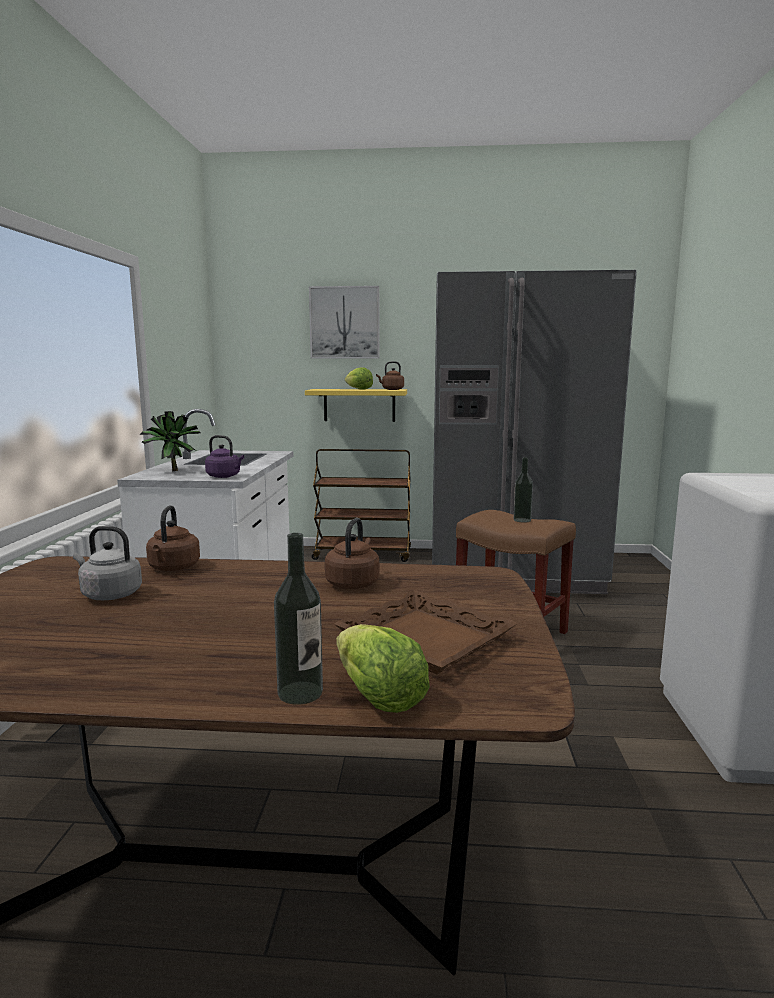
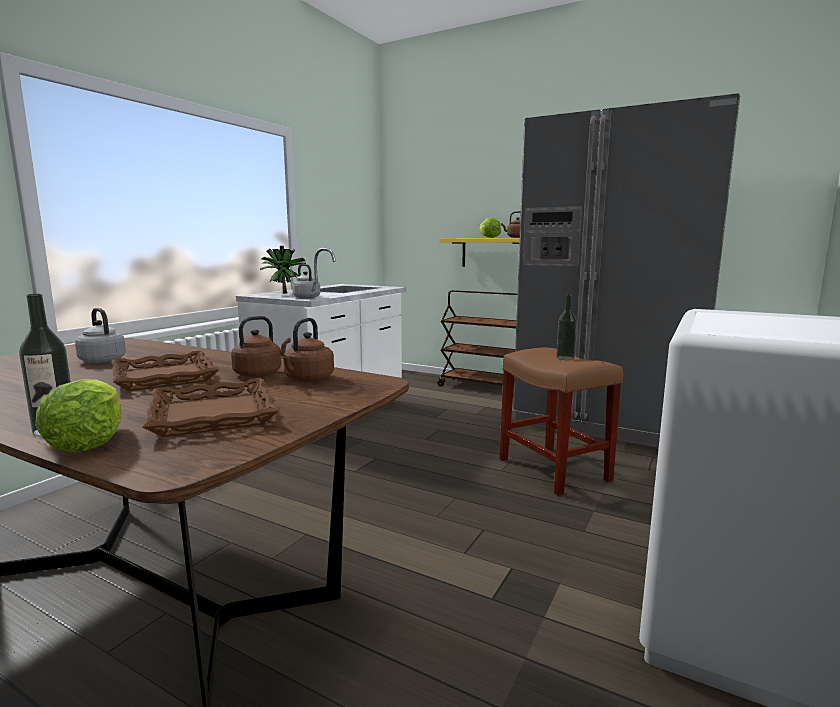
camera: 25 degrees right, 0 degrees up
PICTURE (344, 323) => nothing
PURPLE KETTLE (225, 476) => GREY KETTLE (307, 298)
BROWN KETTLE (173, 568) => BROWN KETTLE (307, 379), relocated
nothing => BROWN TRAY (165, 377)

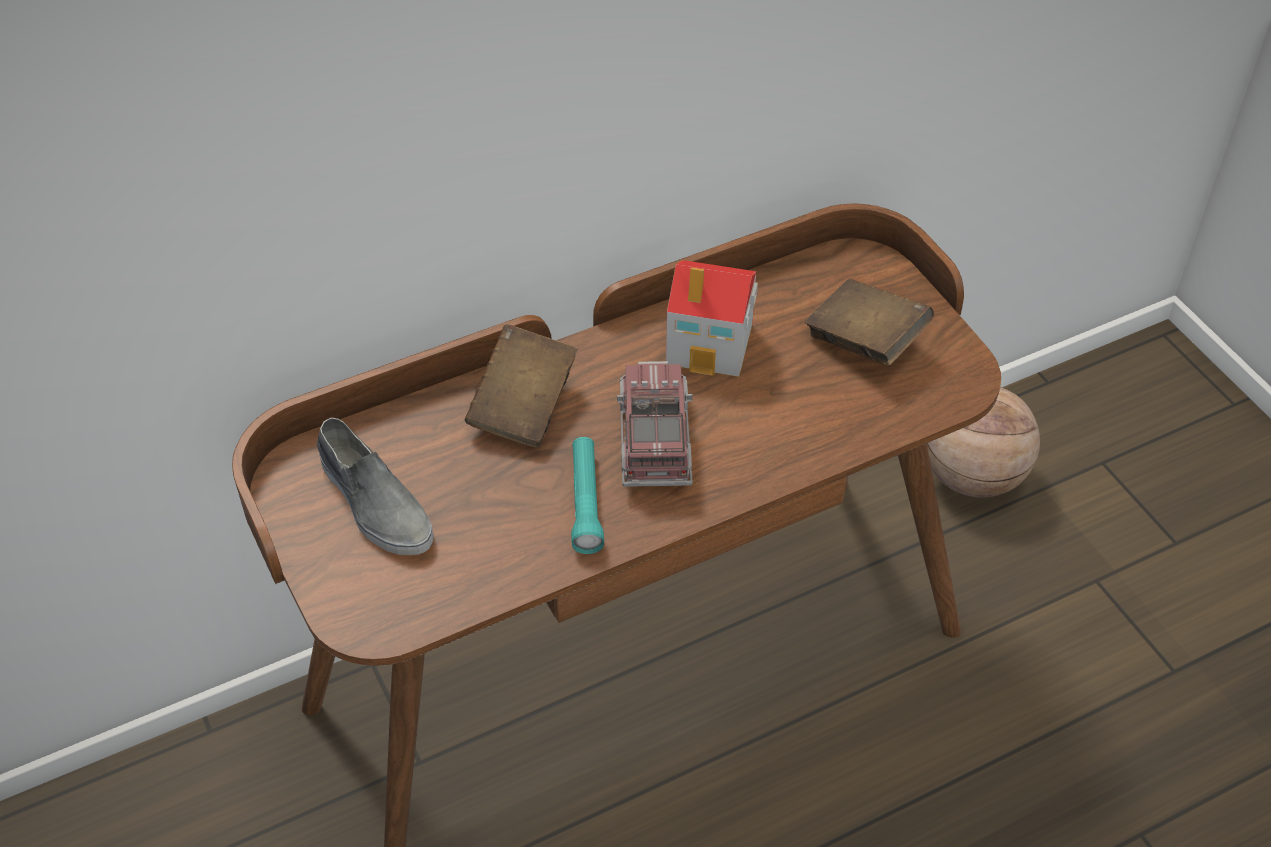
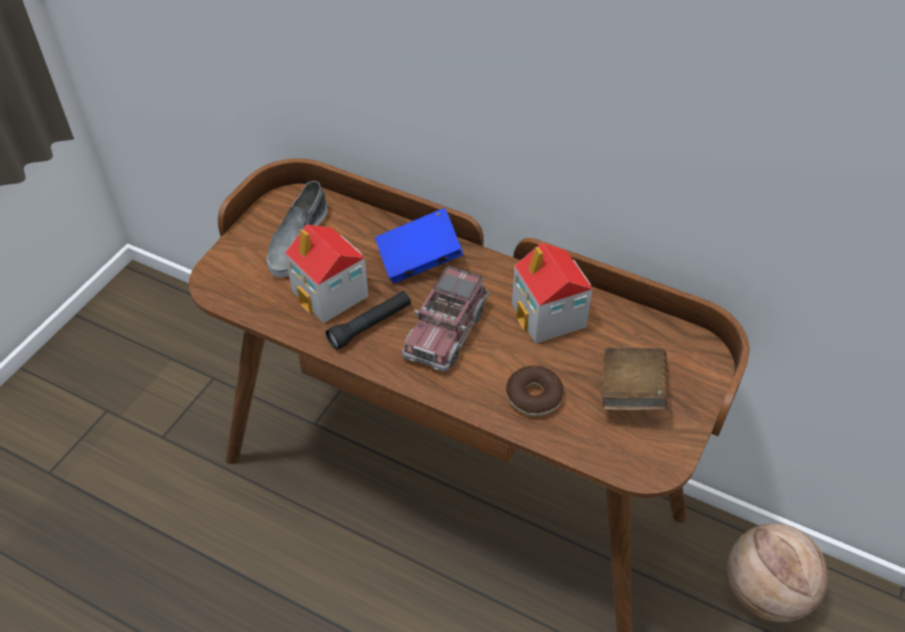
camera: 55 degrees right, 0 degrees up
BROWN BOOK (523, 406) => BLUE BOOK (419, 260)
TOY TRUCK (654, 440) => TOY TRUCK (446, 331), 150 degrees clockwise
TURQUOISE FLASHLIGHT (585, 502) => BLACK FLASHLIGHT (370, 325)
nothing => TOY HOUSE (331, 294)
nothing => DONUT (534, 396)

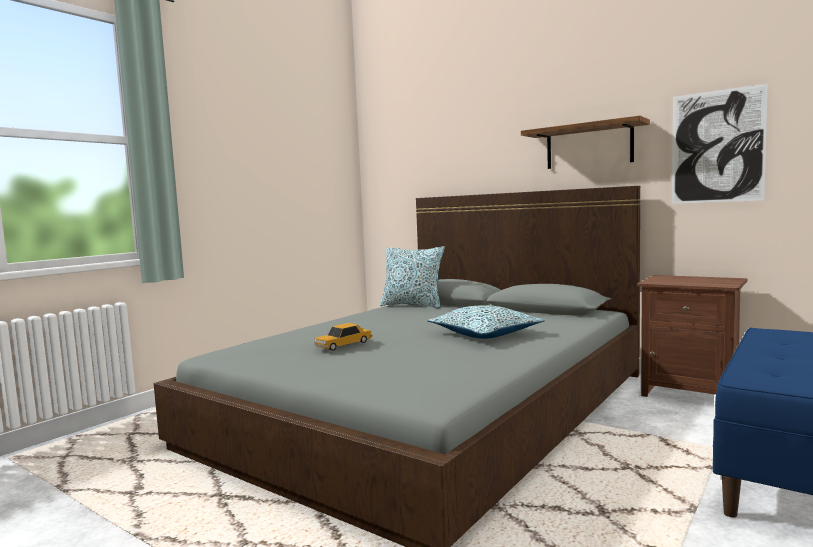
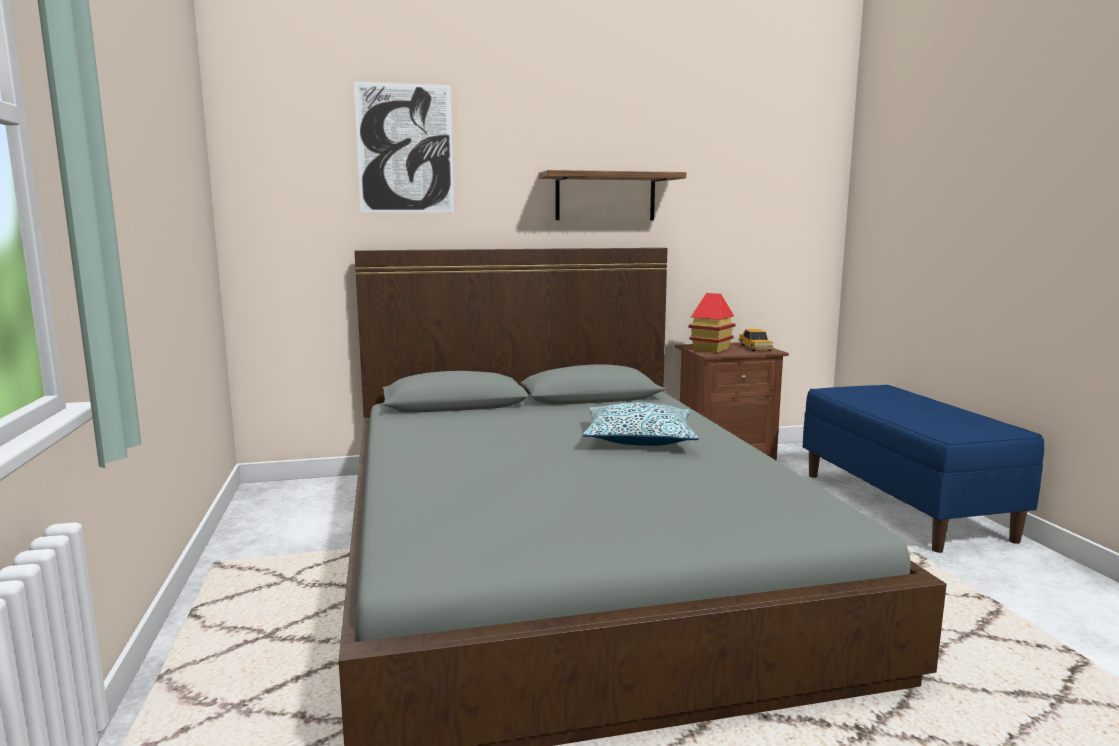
camera: 50 degrees left, 5 degrees up
PICTURE (717, 146) => PICTURE (405, 149), relocated
PILLOW (413, 305) => nothing
TOY CAR (343, 344) => TOY CAR (755, 348), relocated
nothing => TOY HOUSE (711, 349)

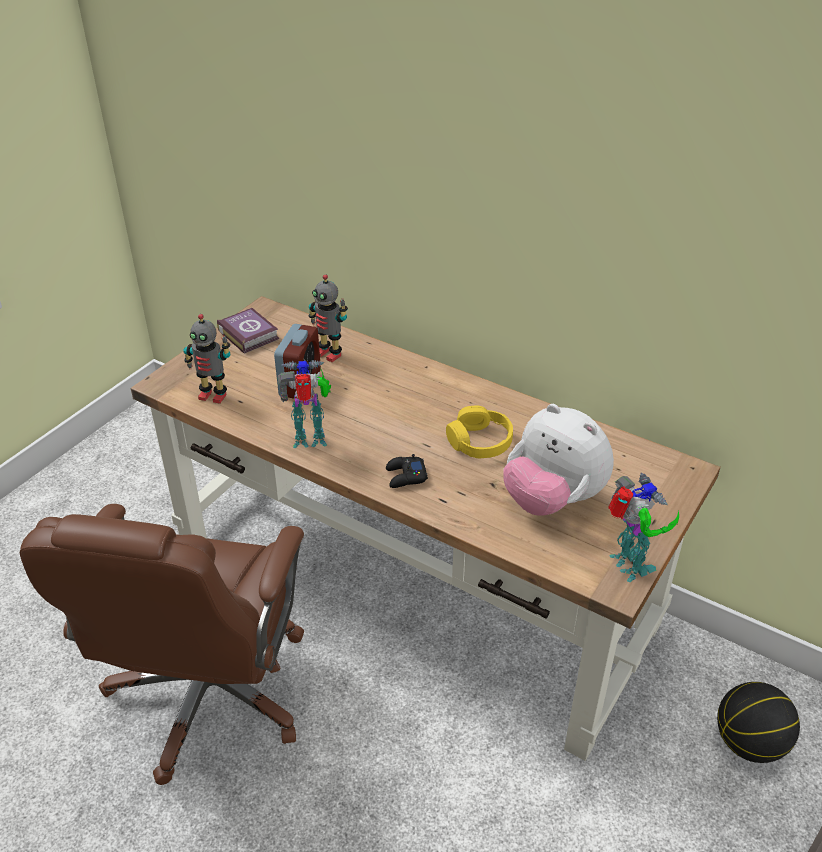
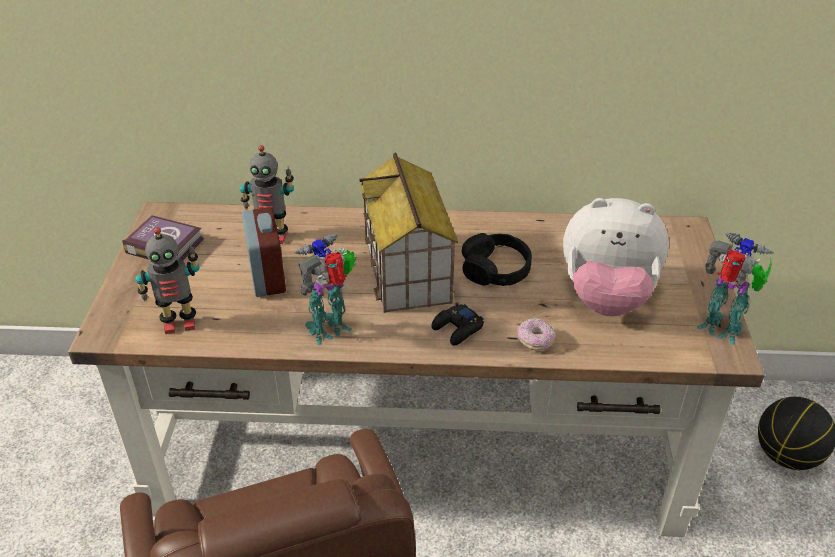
camera: 30 degrees left, 0 degrees up
YELLOW HEADPHONES (479, 442) => BLACK HEADPHONES (495, 269)
nothing => TOY HOUSE (408, 271)
nothing => DONUT (535, 341)

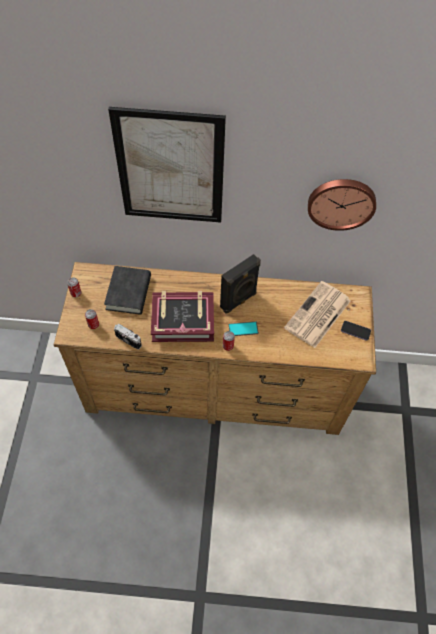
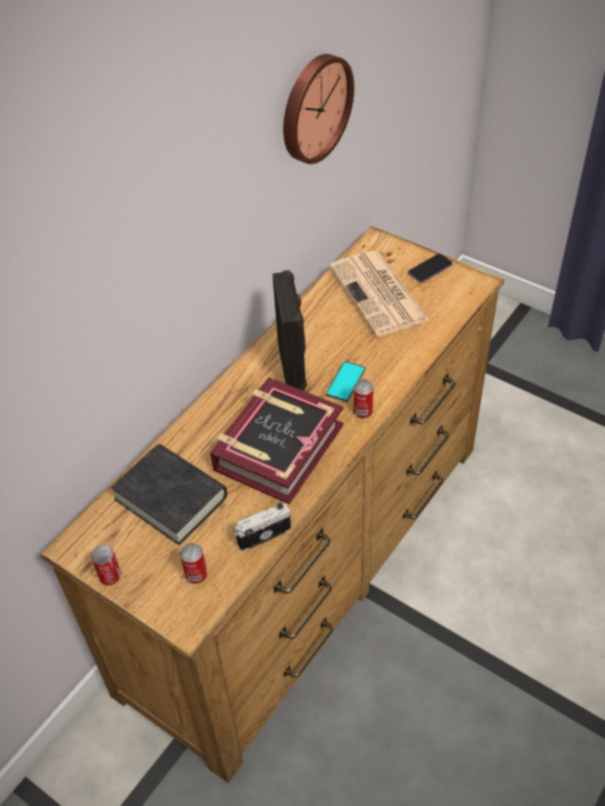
camera: 55 degrees left, 10 degrees down
PICTURE (170, 169) => nothing

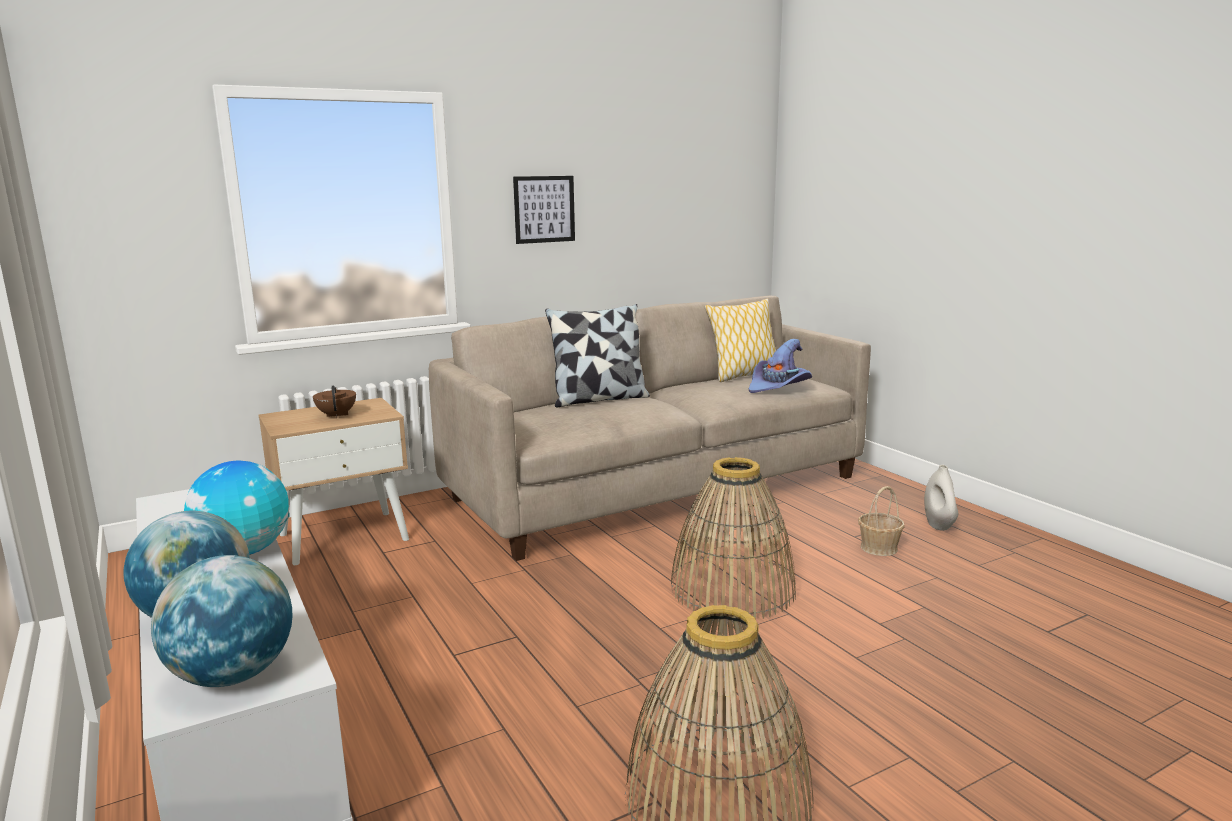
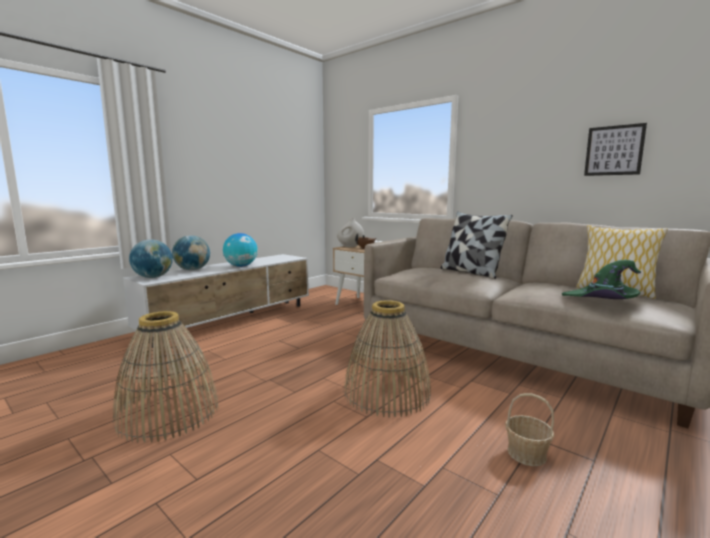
camera: 70 degrees right, 5 degrees down
PICTURE (544, 209) => PICTURE (614, 150), relocated
PURPLE HAT (779, 387) => GREEN HAT (602, 300)
WHITE VASE (939, 525) => WHITE VASE (350, 246), relocated

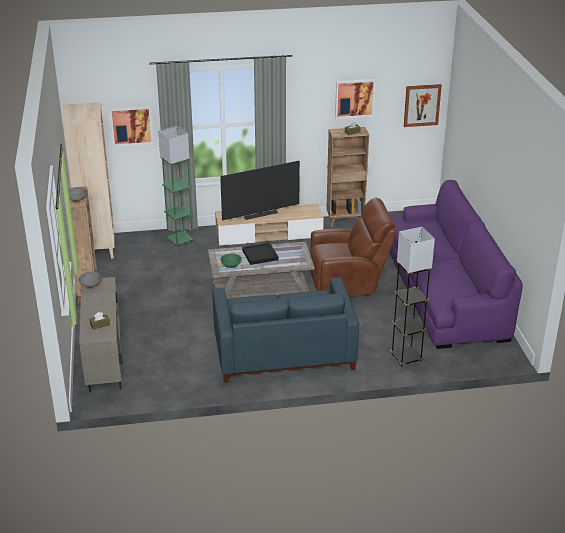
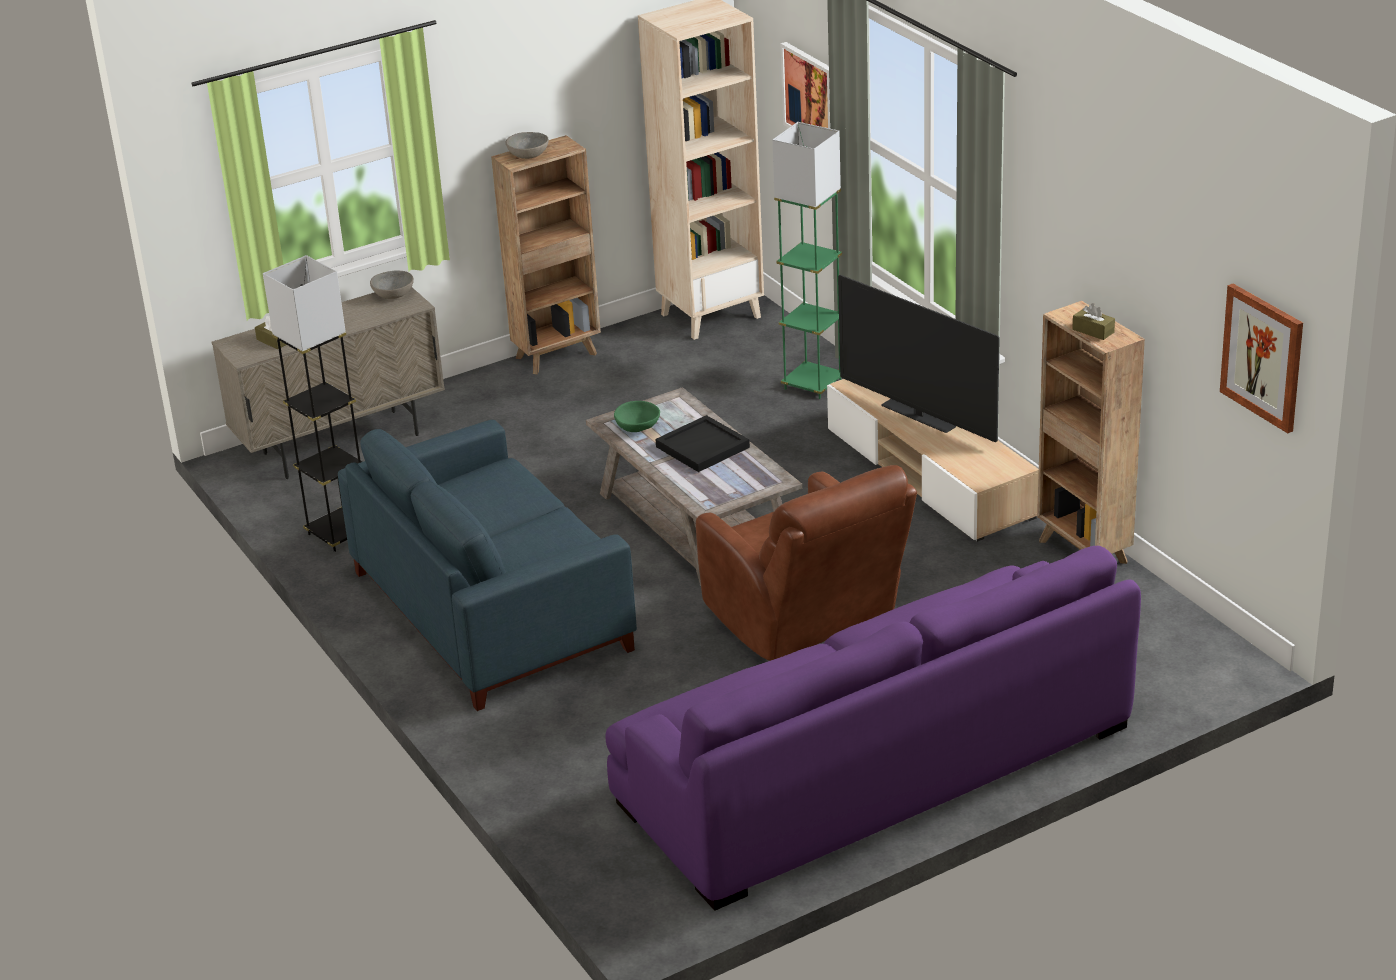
camera: 70 degrees right, 0 degrees up
PICTURE (354, 98) => nothing
GREY FLOOR LAMP (406, 358) => GREY FLOOR LAMP (339, 534), relocated

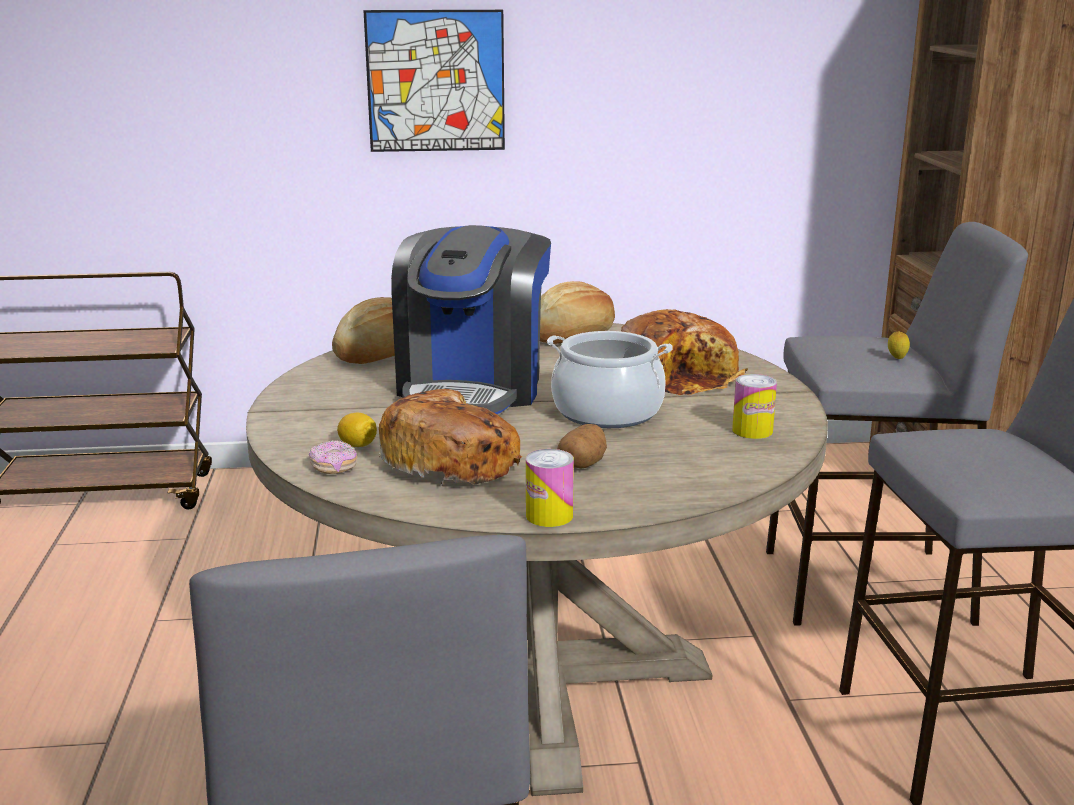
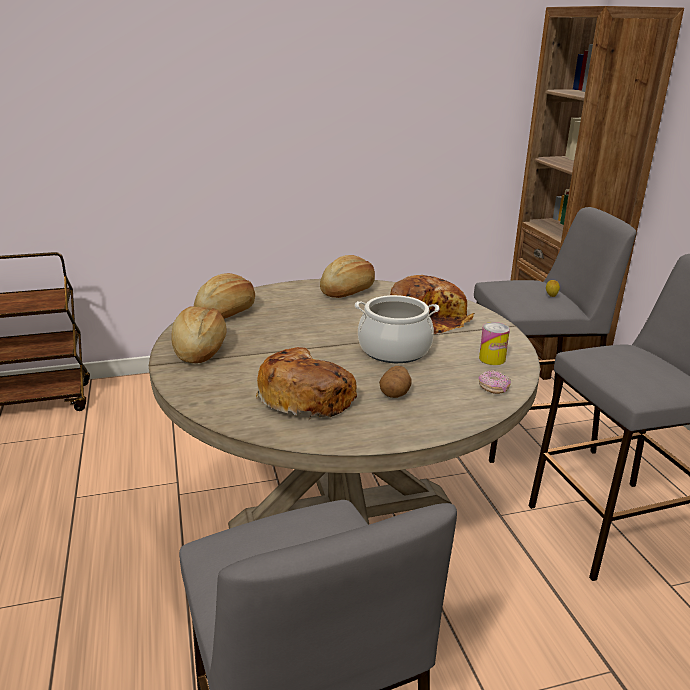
camera: 10 degrees left, 5 degrees up
PICTURE (435, 81) => nothing
COFFEE MACHINE (472, 387) => nothing
LEMON (358, 445) => nothing
DONUT (334, 468) => DONUT (493, 388), relocated
CAN (549, 516) => nothing
nothing => BREAD (199, 349)

